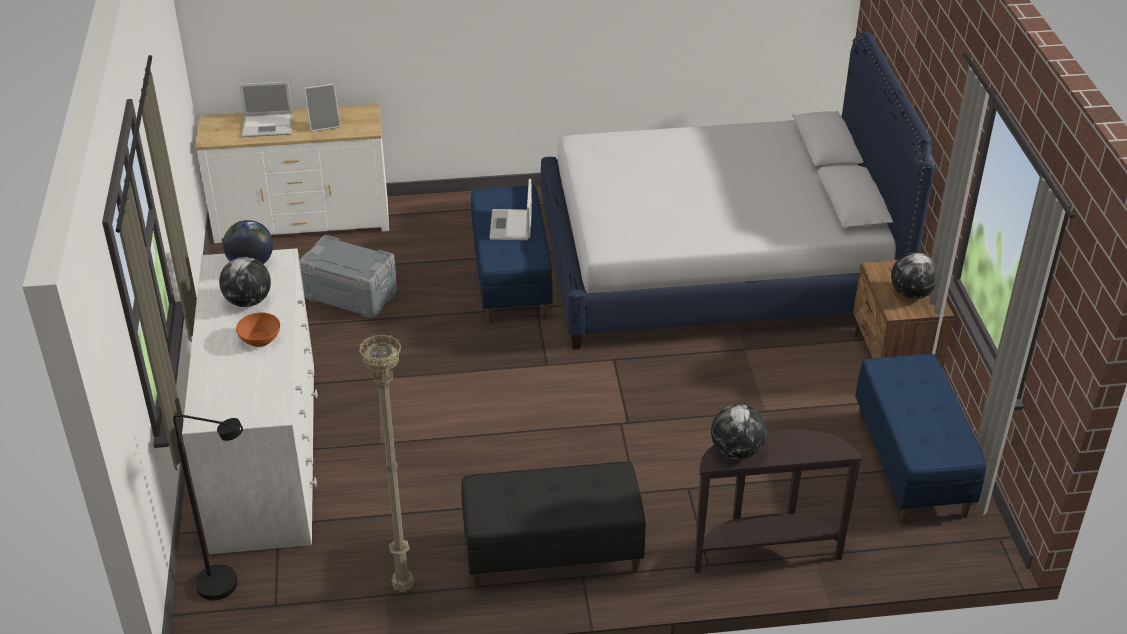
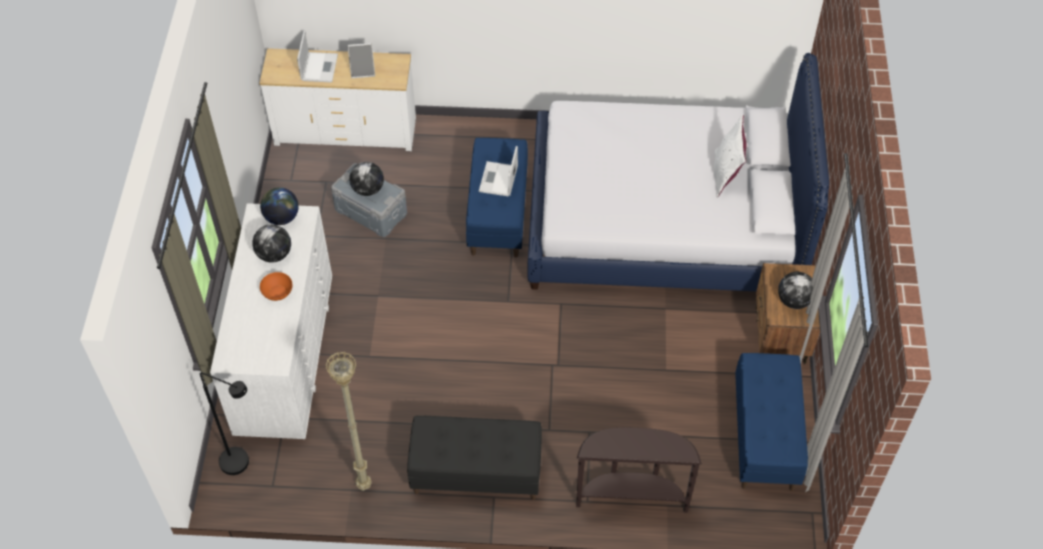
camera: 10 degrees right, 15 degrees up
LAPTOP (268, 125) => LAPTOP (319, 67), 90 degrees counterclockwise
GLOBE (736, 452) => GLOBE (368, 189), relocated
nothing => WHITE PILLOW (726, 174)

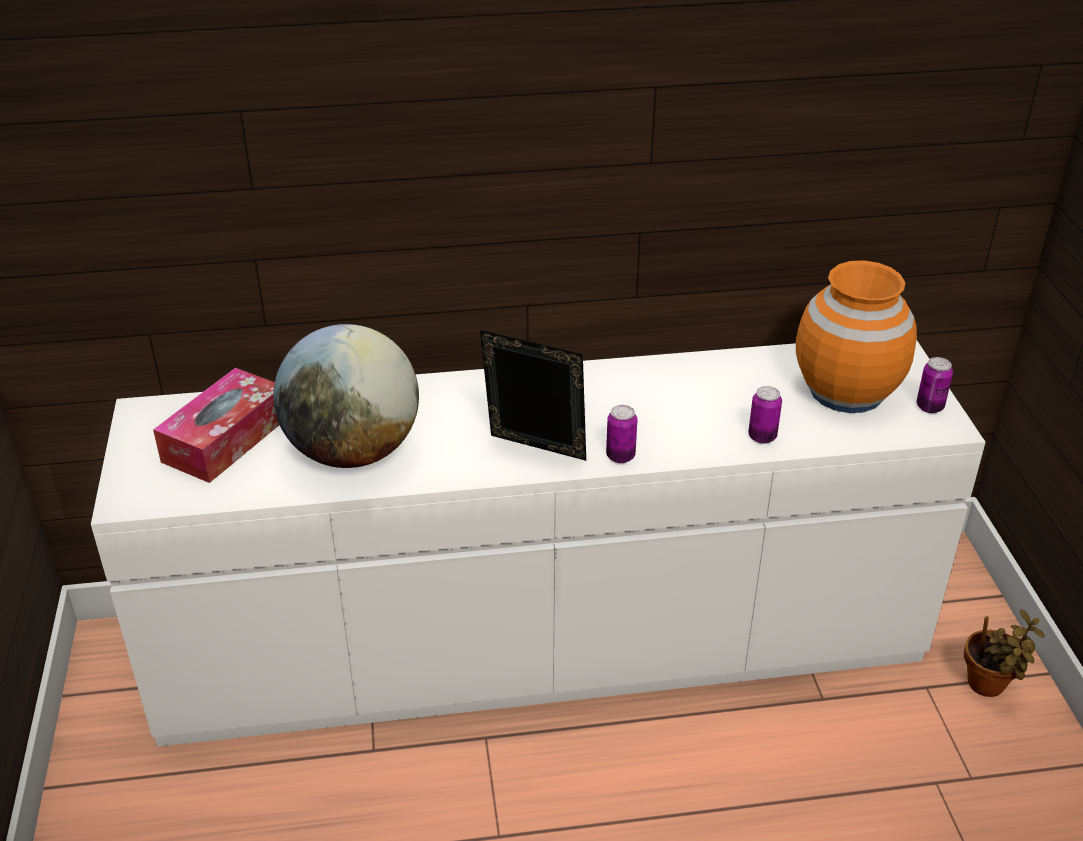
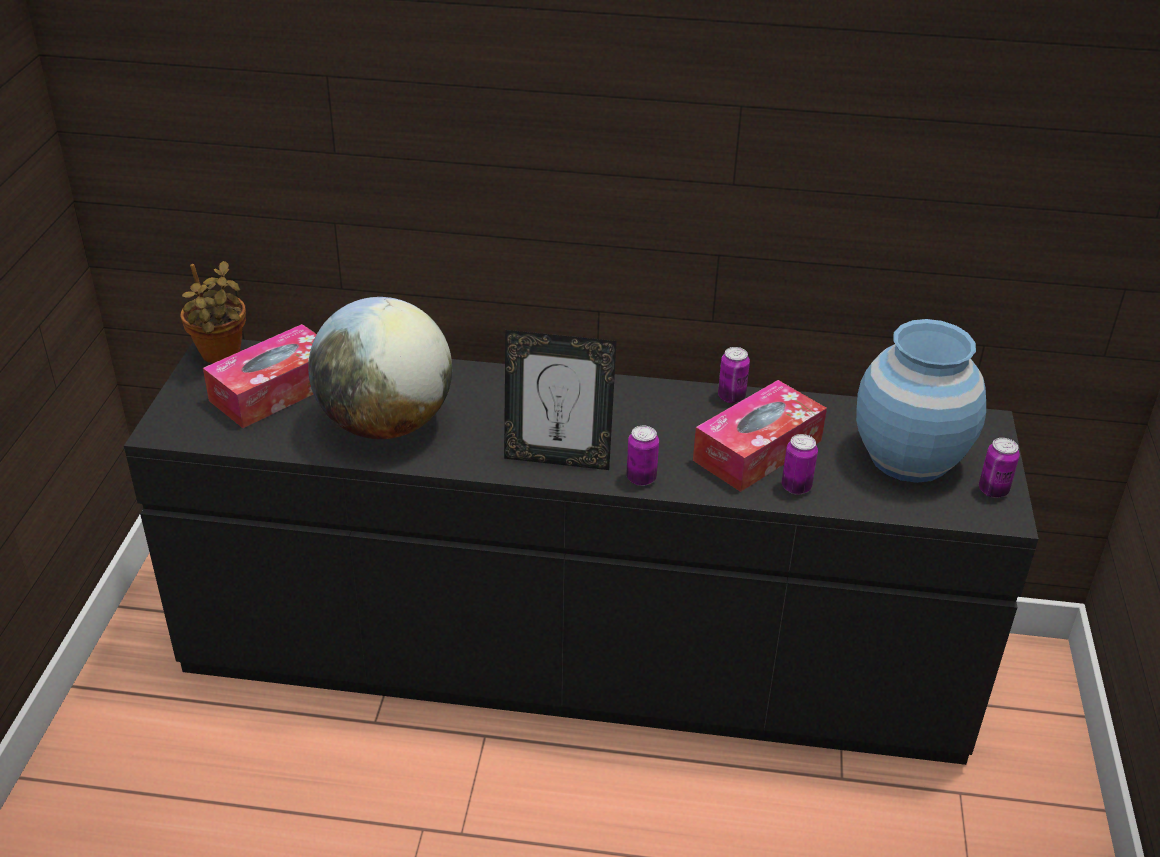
camera: 15 degrees right, 0 degrees up
ORANGE VASE (847, 391) => BLUE VASE (910, 457)
PICTURE FRAME (534, 452) => PICTURE FRAME (557, 458), 150 degrees clockwise
WHITE DRESSER (541, 642) => BLACK DRESSER (574, 655)
POTTED PLANT (989, 686) => POTTED PLANT (221, 356), relocated
nothing => CAN (731, 397)
nothing => TISSUE BOX (757, 450)

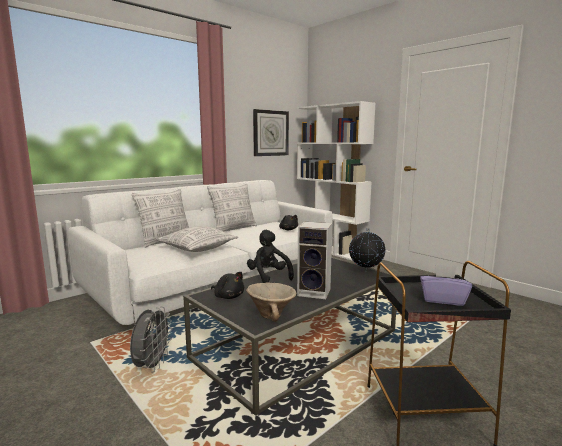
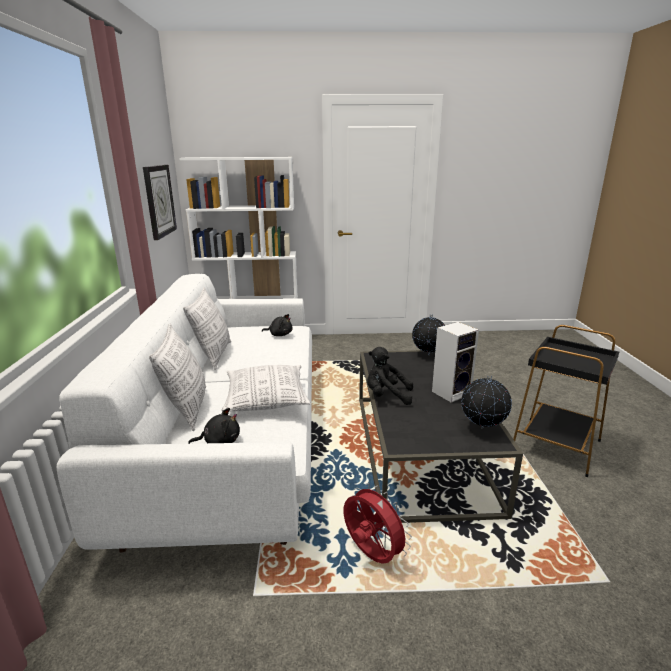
camera: 50 degrees left, 10 degrees up
PURPLE TISSUE BOX (442, 299) => nothing
BLACK PLUSH TOY (228, 296) => BLACK PLUSH TOY (219, 442), relocated
BEIGE BOWL (272, 315) => GLOBE (482, 428)
GREY FAN (152, 366) => RED FAN (371, 555)

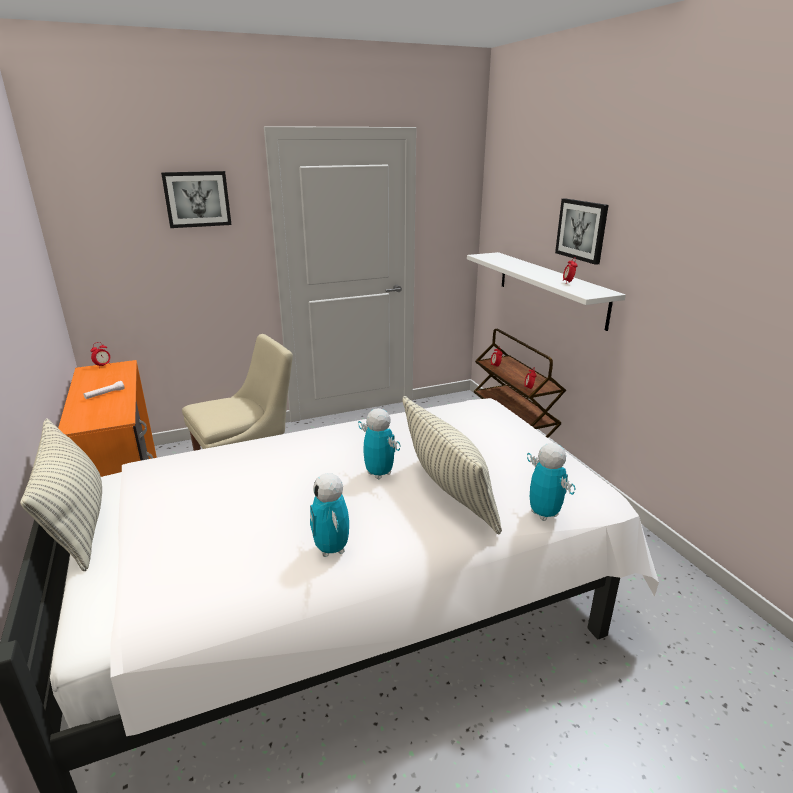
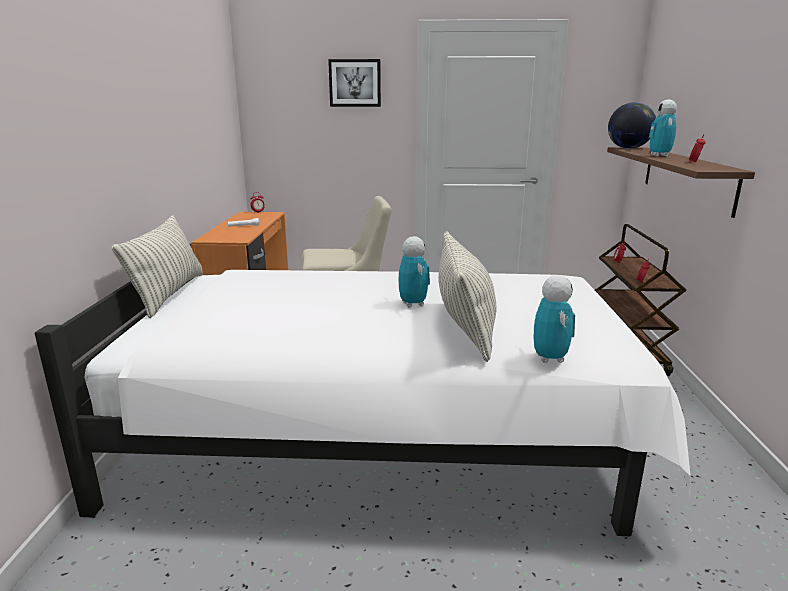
camera: 25 degrees right, 5 degrees down
PICTURE (582, 230) => nothing
WHITE SHELF (550, 288) => BROWN SHELF (686, 177)
TOY ROBOT (331, 549) => TOY ROBOT (659, 155), relocated
nothing => GLOBE (628, 148)

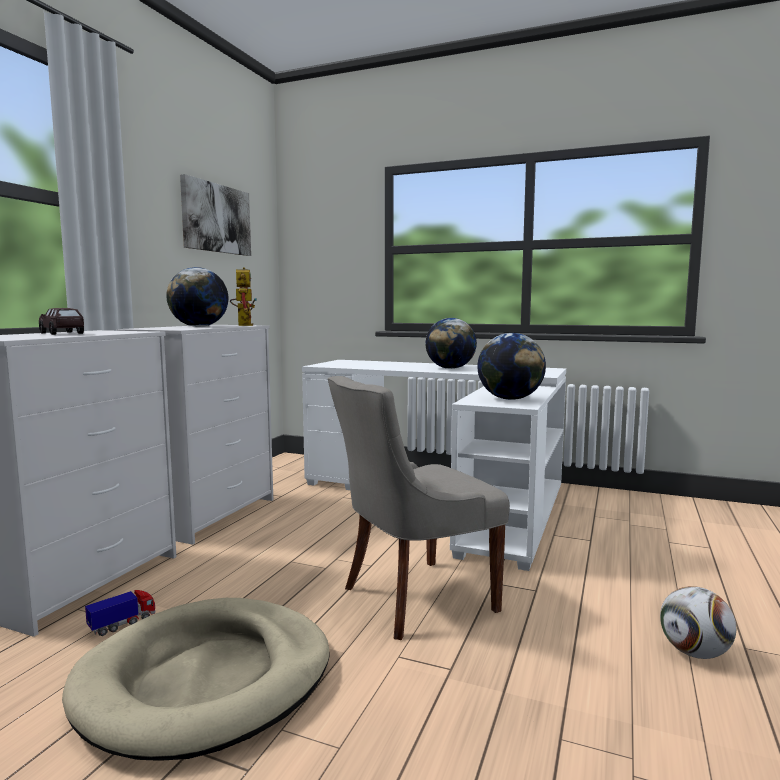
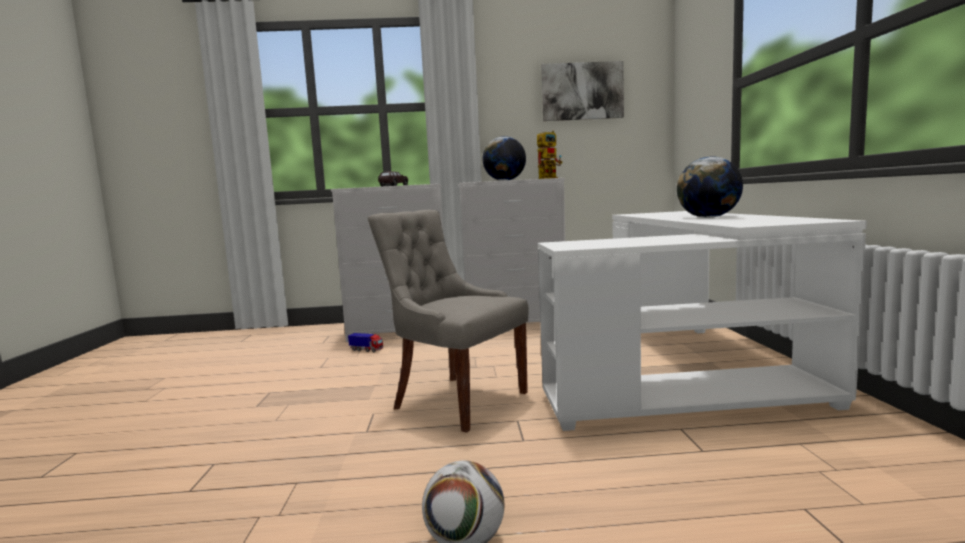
camera: 65 degrees right, 0 degrees up
GLOBE (510, 399) => nothing
BEIGE DOG BED (207, 680) => nothing

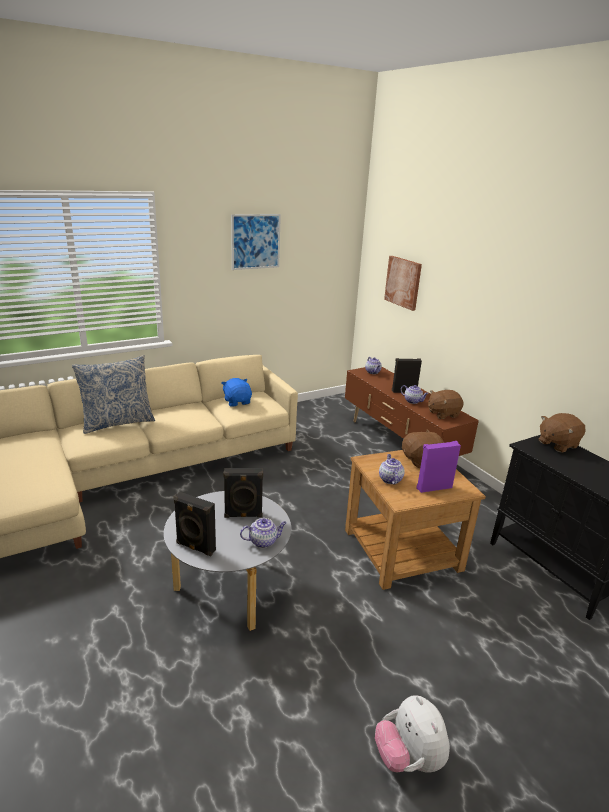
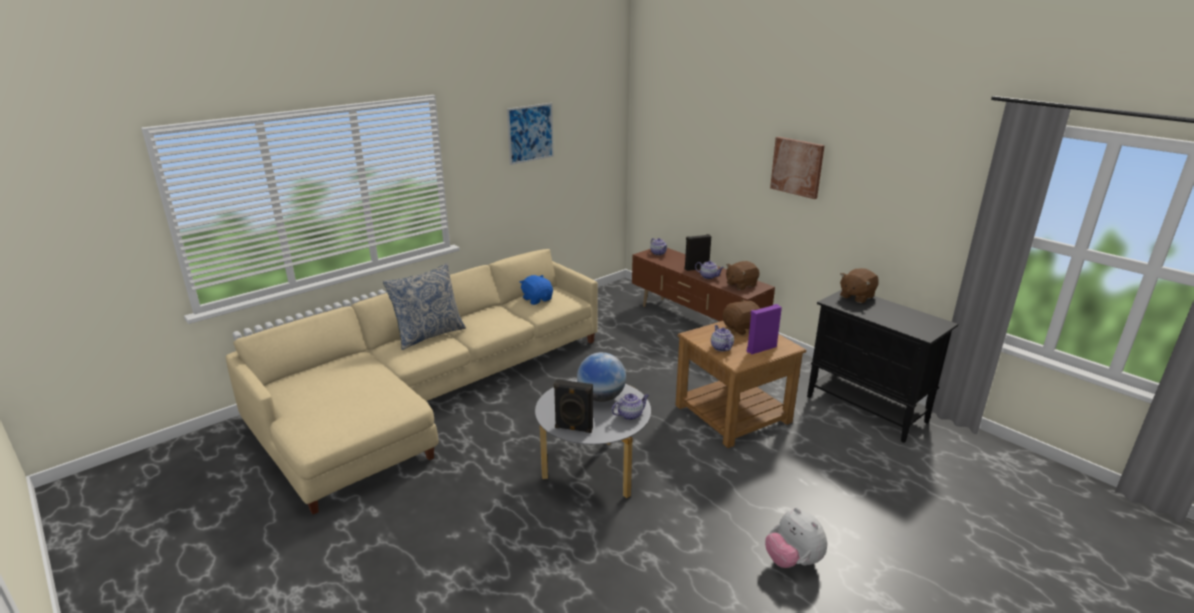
camera: 10 degrees left, 0 degrees up
PICTURE (403, 282) => PICTURE (797, 167), relocated
BLACK SPEAKER (243, 515) => GLOBE (601, 397)

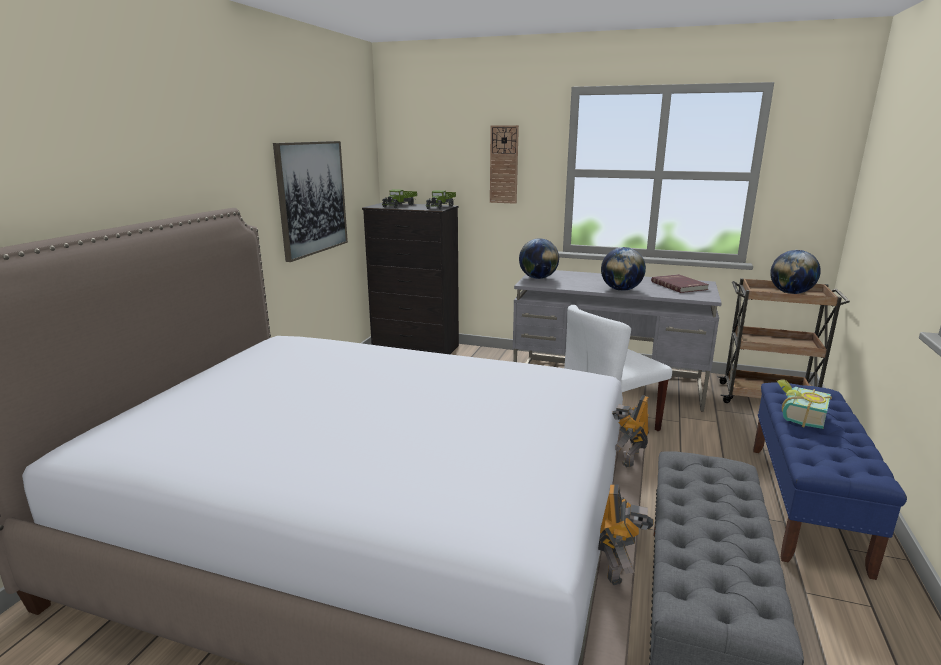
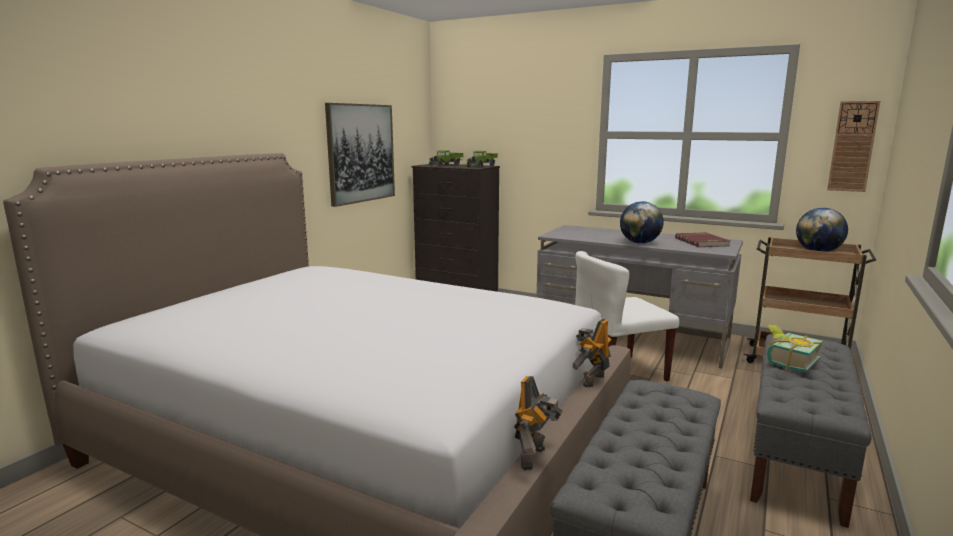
camera: 10 degrees right, 5 degrees down
WALL CLOCK (504, 164) => WALL CLOCK (852, 146), relocated
GLOBE (538, 278) => nothing
BLUE BENCH (804, 504) => GREY BENCH (797, 456)

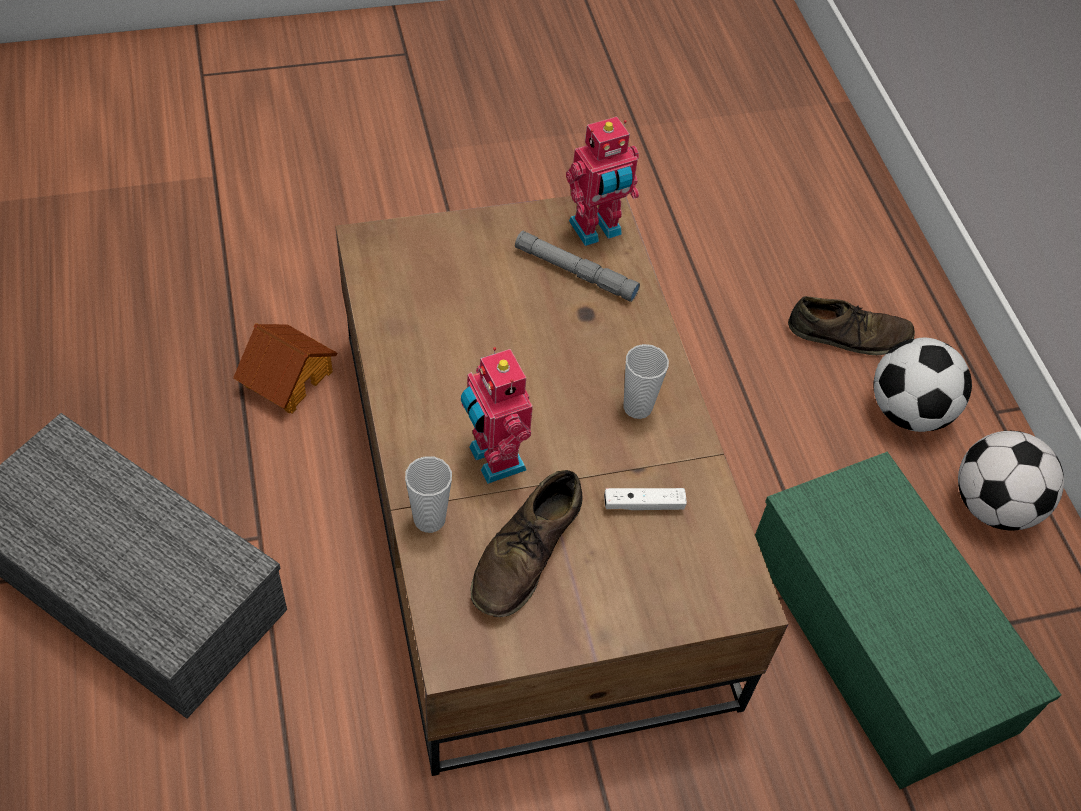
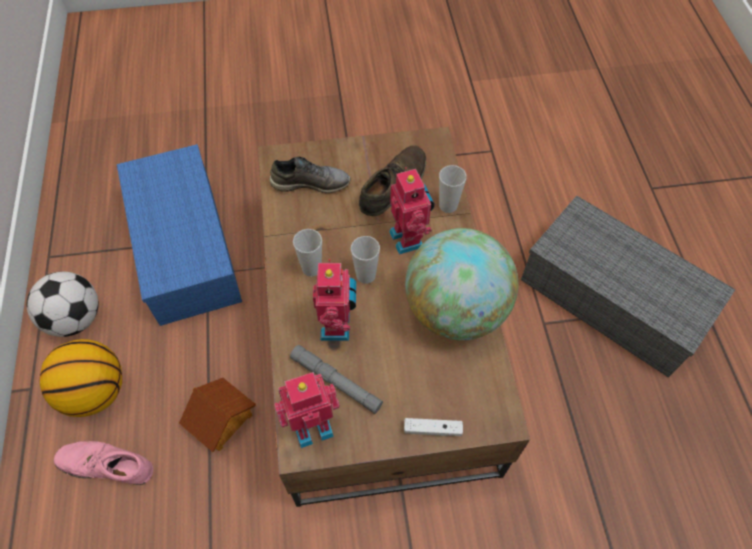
camera: 170 degrees left, 5 degrees up
BROWN SHOE (848, 334) => PINK SHOE (106, 465)
TOY HOUSE (287, 377) => TOY HOUSE (221, 420), relocated
FOOTBALL (908, 412) => BASKETBALL (95, 391)
GREEN STORAGE BOX (874, 633) => BLUE STORAGE BOX (188, 249)
WHITE GAME CONTROLLER (643, 504) => WHITE GAME CONTROLLER (432, 429), relocated
nothing => GREY SHOE (310, 182)
nothing => GLOBE (455, 310)
nothing => CUP (366, 275)
nothing => TOY ROBOT (338, 326)

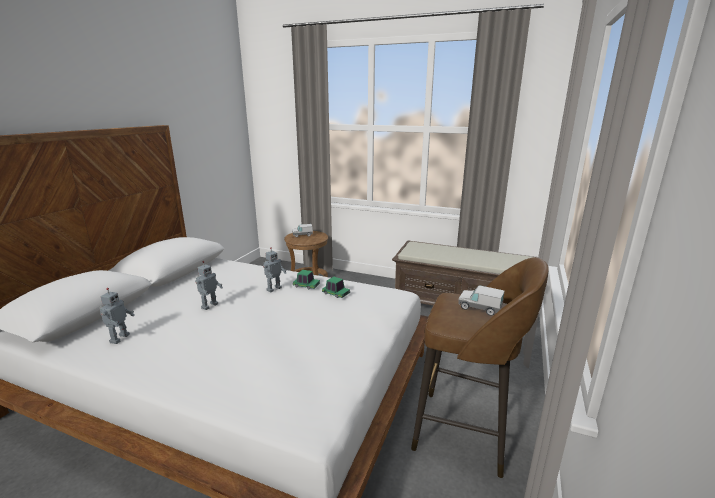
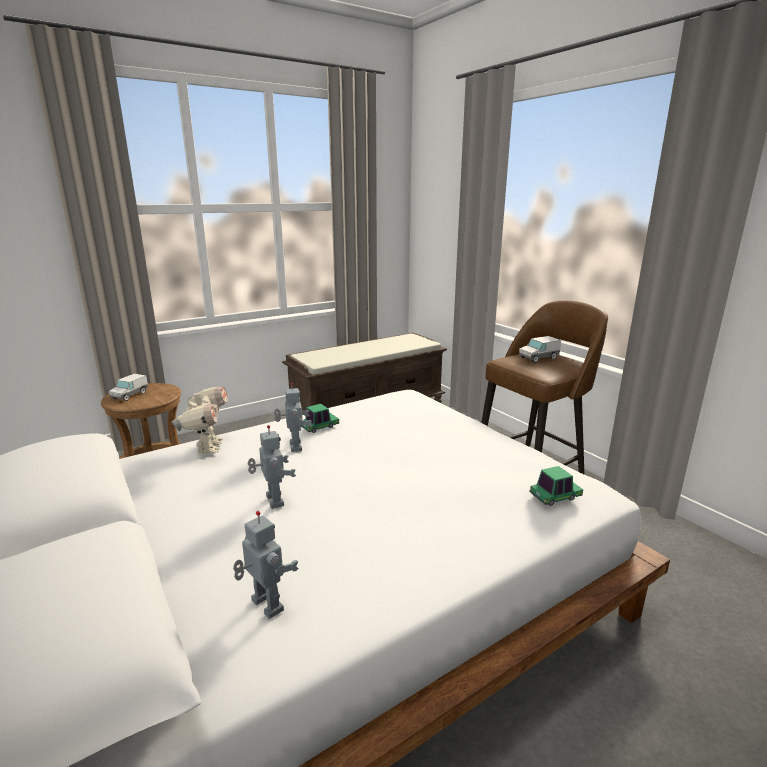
camera: 55 degrees left, 0 degrees up
TOY CAR (336, 294) => TOY CAR (555, 496), relocated
nothing => TOY ROBOT (207, 448)

